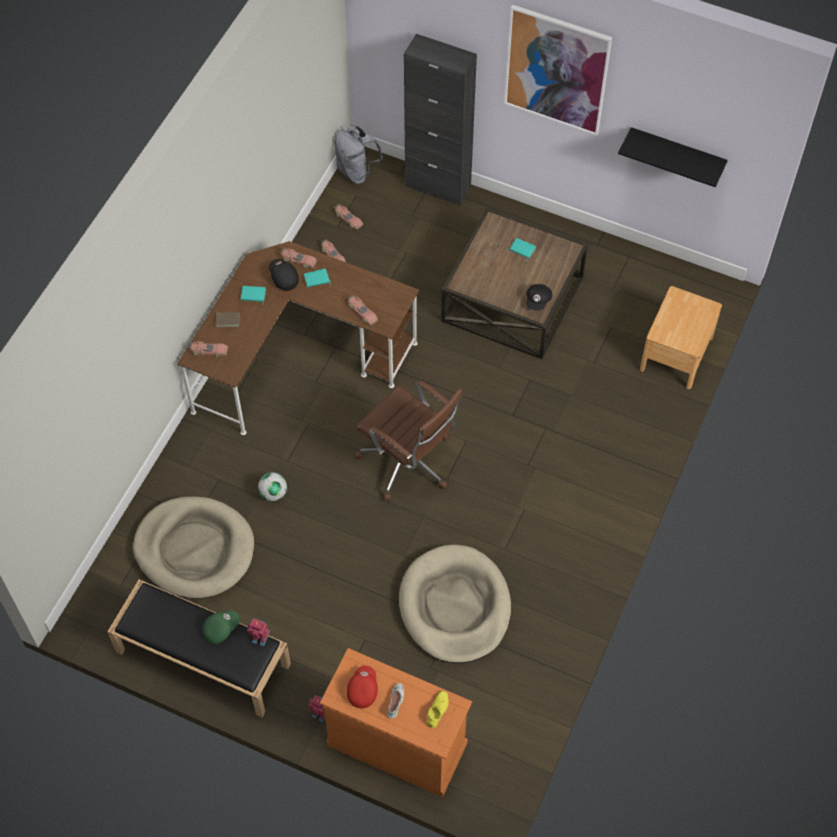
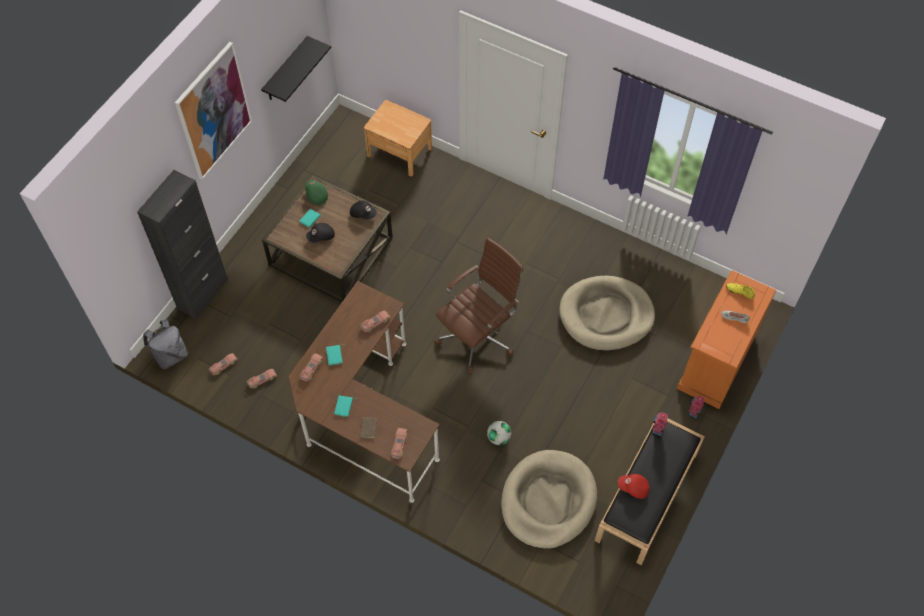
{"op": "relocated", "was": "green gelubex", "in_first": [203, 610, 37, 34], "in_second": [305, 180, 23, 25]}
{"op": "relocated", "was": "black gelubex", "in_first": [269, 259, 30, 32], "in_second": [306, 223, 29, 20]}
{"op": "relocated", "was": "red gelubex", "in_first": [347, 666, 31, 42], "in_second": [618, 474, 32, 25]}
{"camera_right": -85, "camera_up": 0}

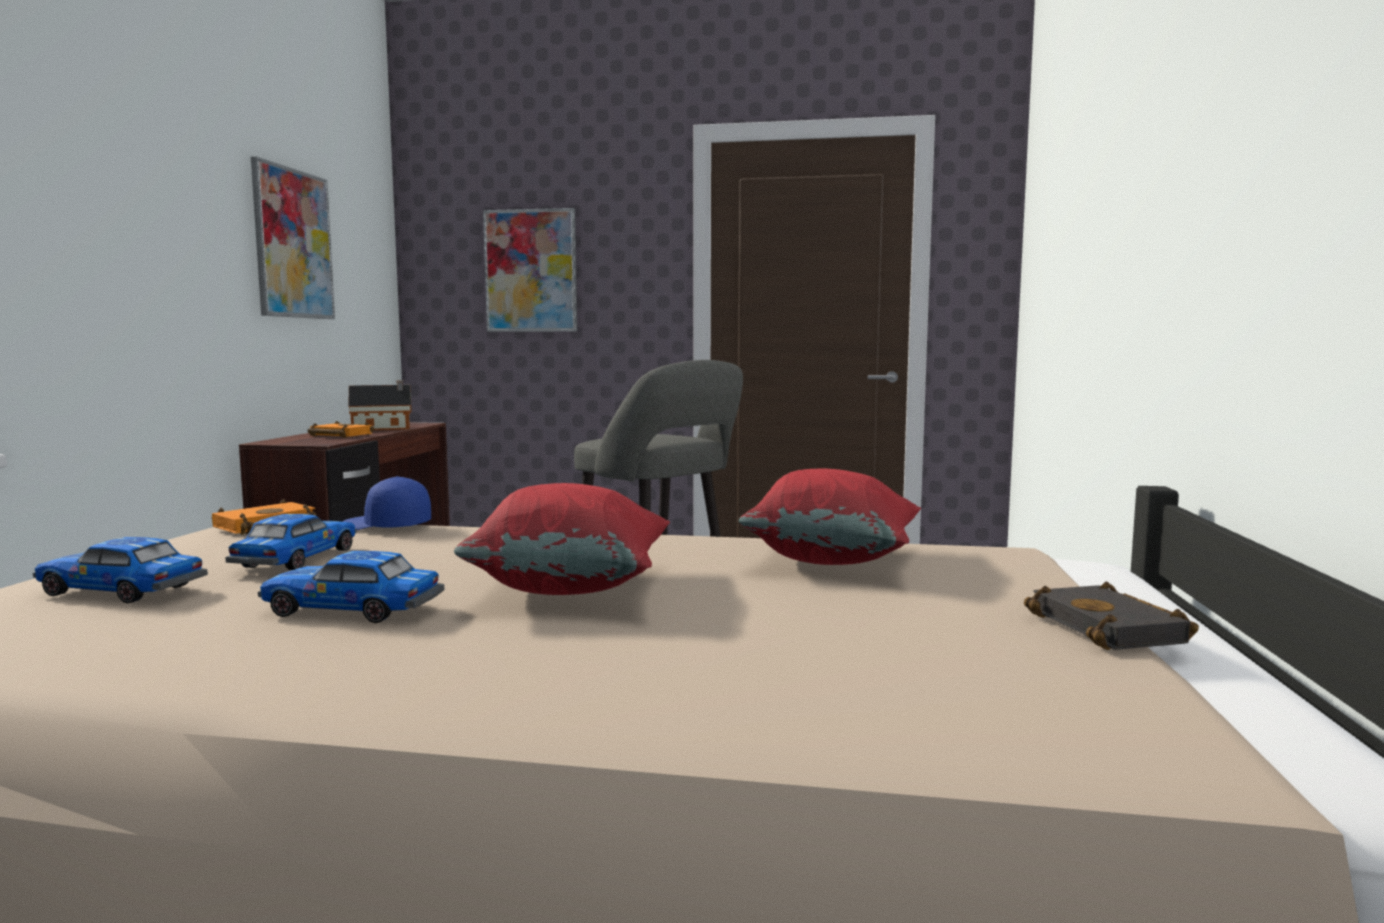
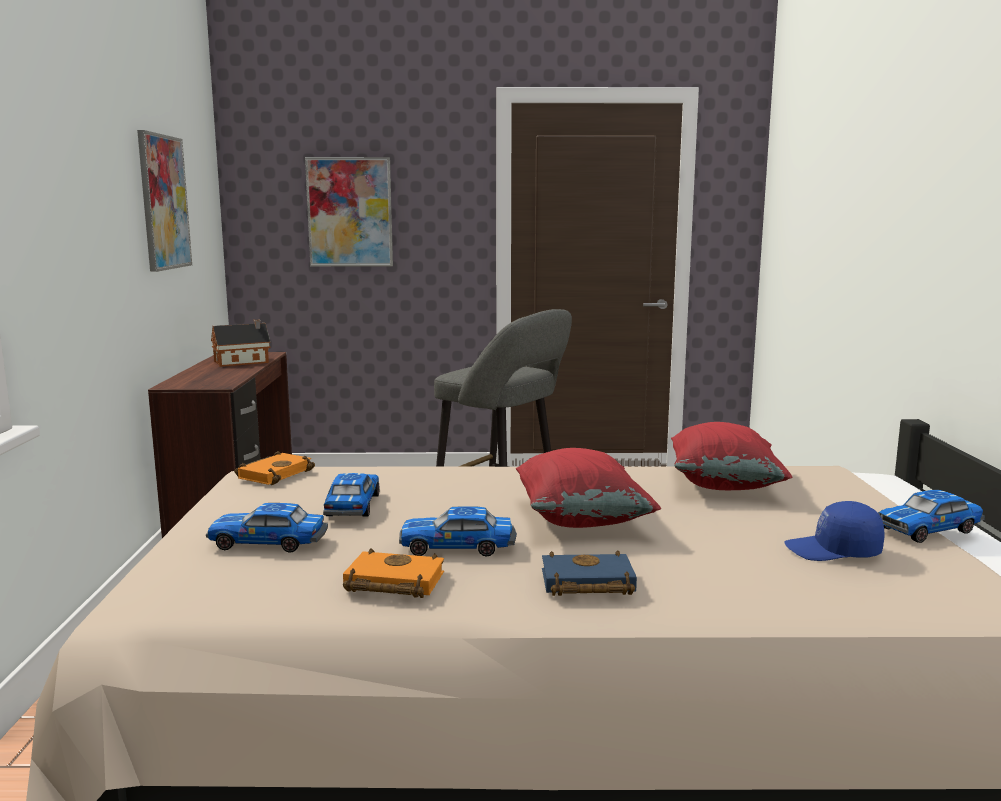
{"op": "appeared", "now": "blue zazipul", "in_second": [542, 550, 95, 46]}
{"op": "relocated", "was": "orange zazipul", "in_first": [307, 421, 67, 17], "in_second": [343, 548, 101, 50]}
{"op": "relocated", "was": "blue gelubex", "in_first": [343, 476, 88, 54], "in_second": [784, 501, 101, 60]}
{"op": "exchanged", "was": "black zazipul", "now": "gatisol", "in_first": [1024, 582, 175, 68], "in_second": [878, 490, 107, 53]}
{"camera_right": -10, "camera_up": 5}

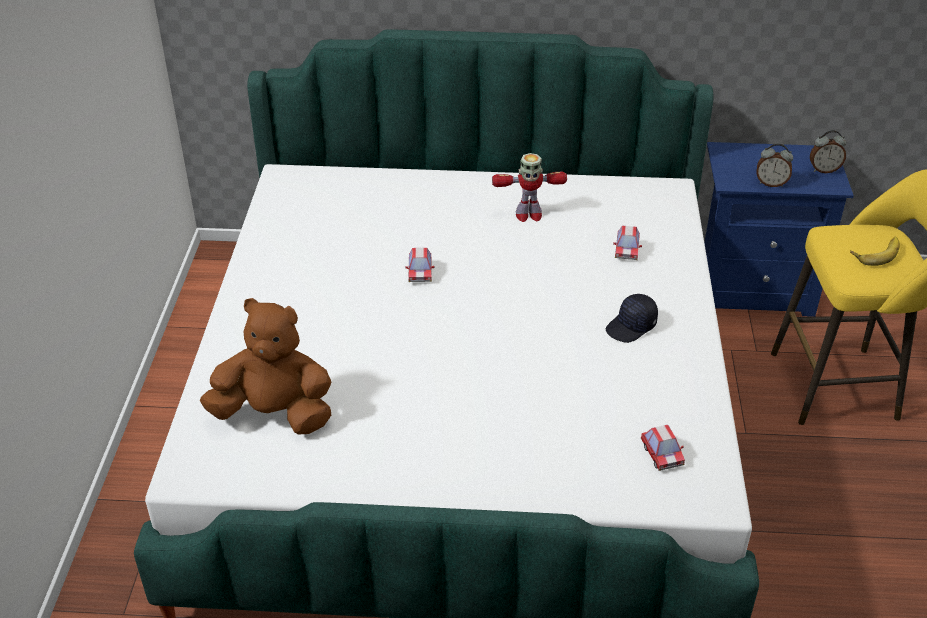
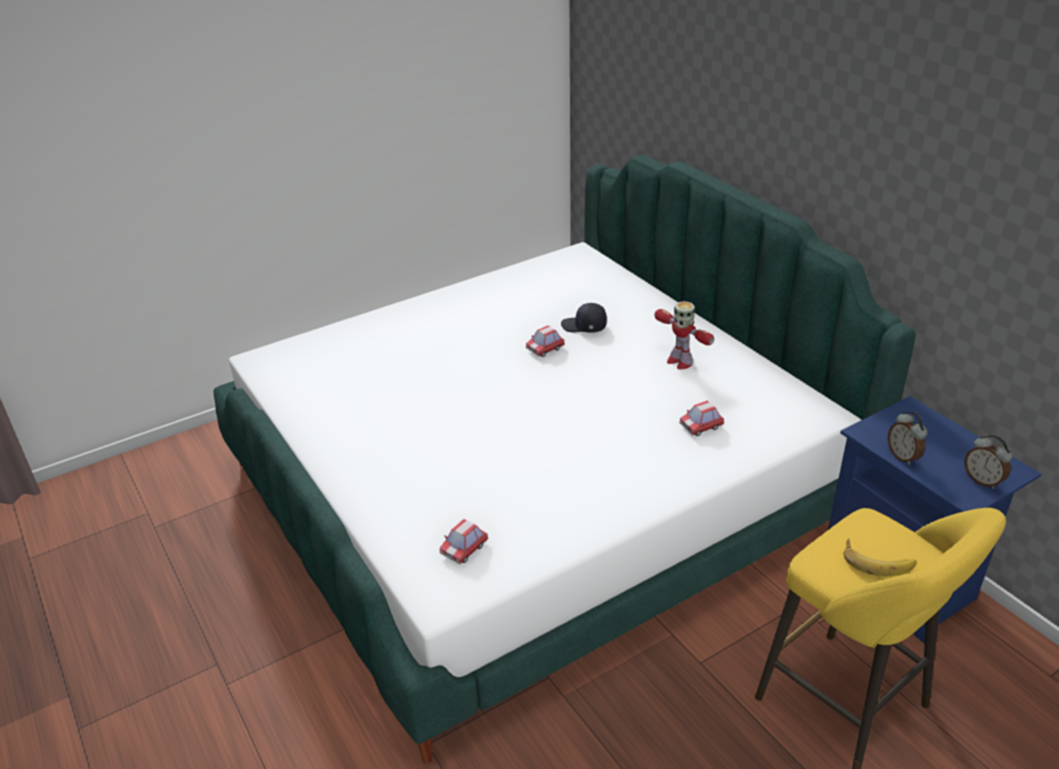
{"op": "missing", "was": "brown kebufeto", "in_first": [200, 298, 131, 137]}
{"op": "relocated", "was": "black gelubex", "in_first": [606, 294, 52, 49], "in_second": [561, 303, 46, 30]}
{"camera_right": 55, "camera_up": -5}

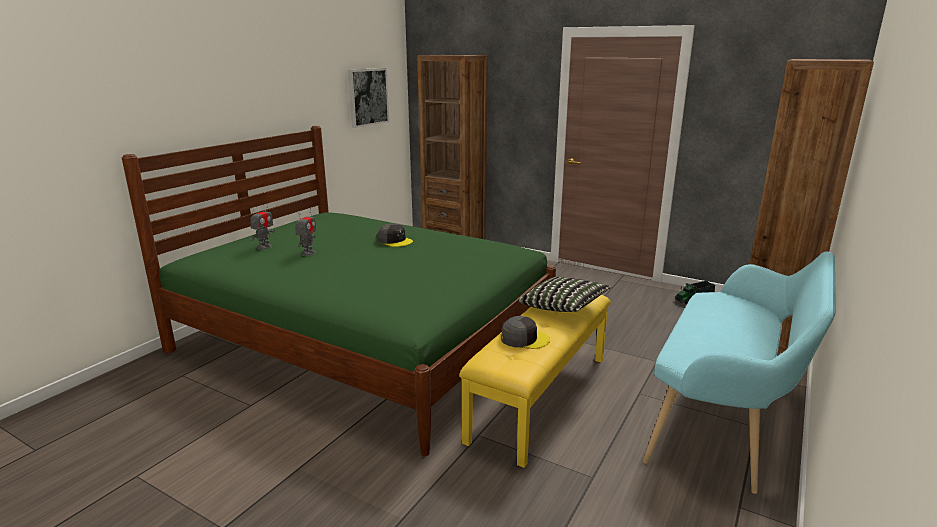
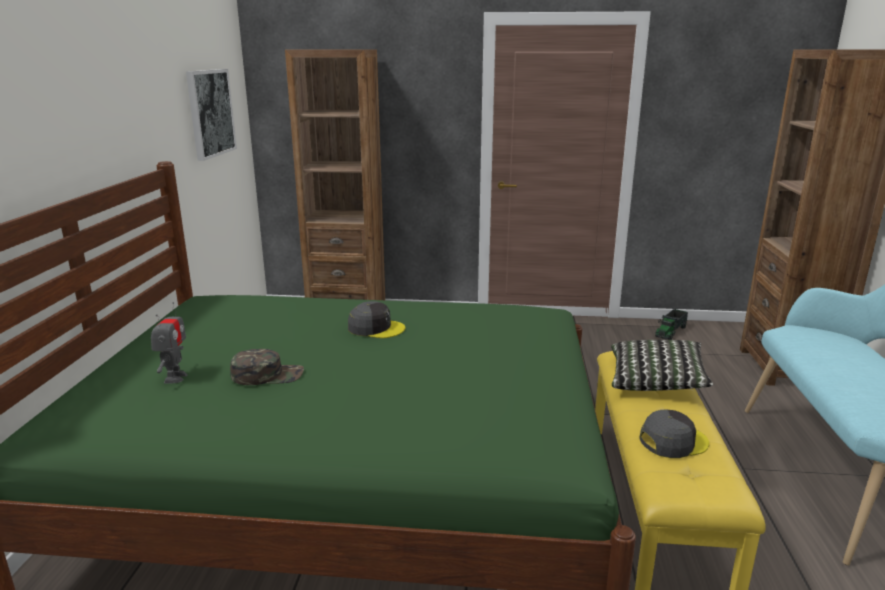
{"op": "exchanged", "was": "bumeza", "now": "green gelubex", "in_first": [295, 208, 21, 48], "in_second": [230, 349, 74, 36]}
{"camera_right": -25, "camera_up": 0}

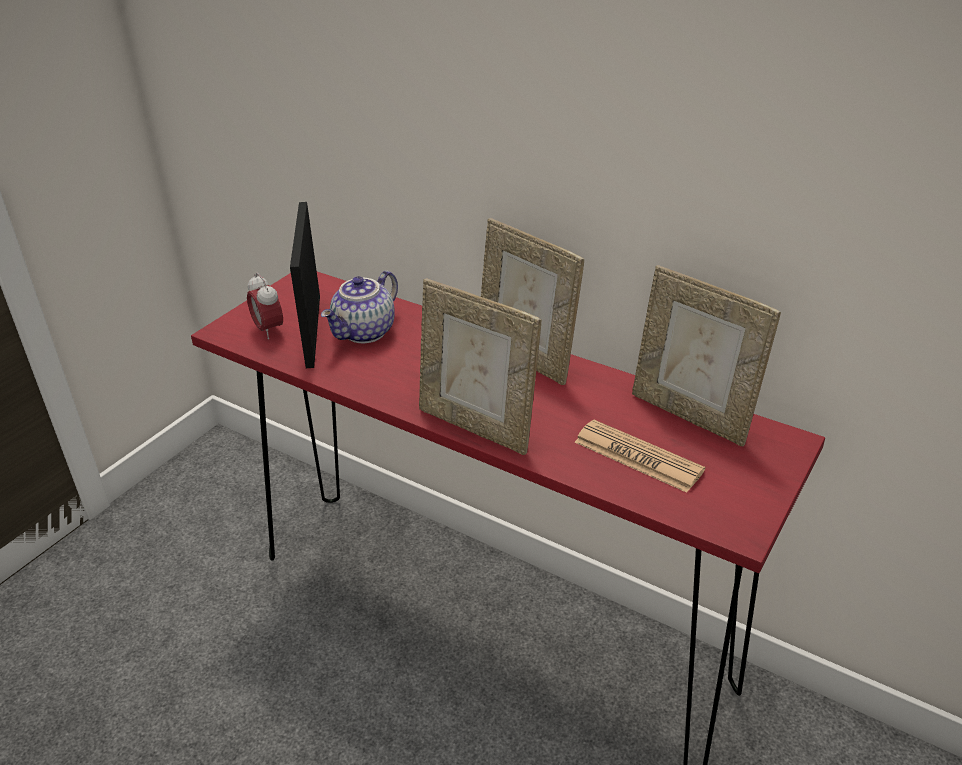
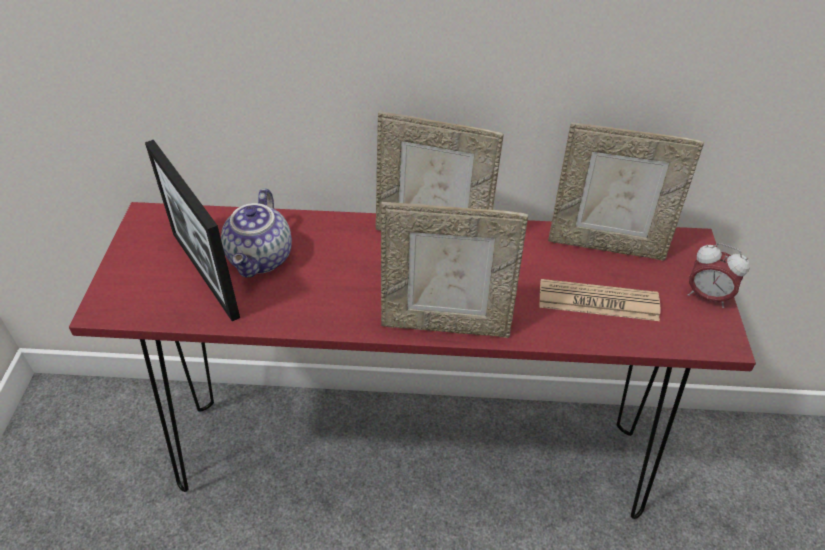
{"op": "relocated", "was": "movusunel", "in_first": [247, 273, 36, 67], "in_second": [688, 243, 62, 65]}
{"camera_right": -30, "camera_up": 10}

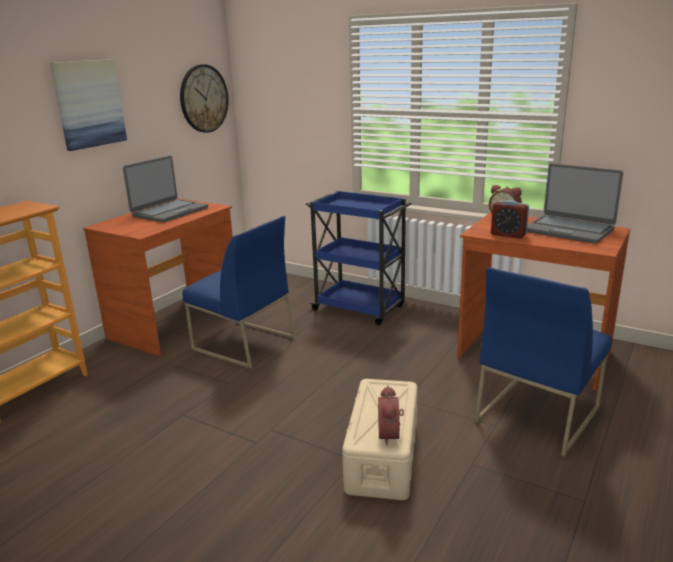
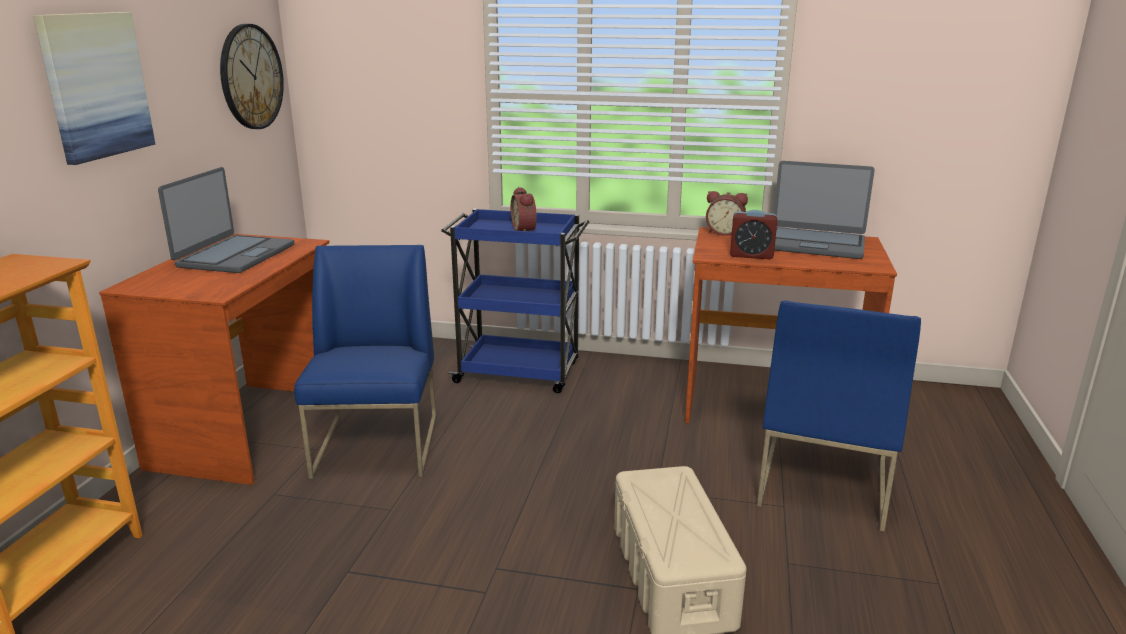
{"op": "relocated", "was": "movusunel", "in_first": [378, 386, 26, 59], "in_second": [511, 187, 26, 44]}
{"op": "spun", "was": "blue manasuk", "in_first": [182, 216, 113, 153], "in_second": [294, 245, 142, 234], "clockwise": -105}
{"camera_right": -20, "camera_up": 0}

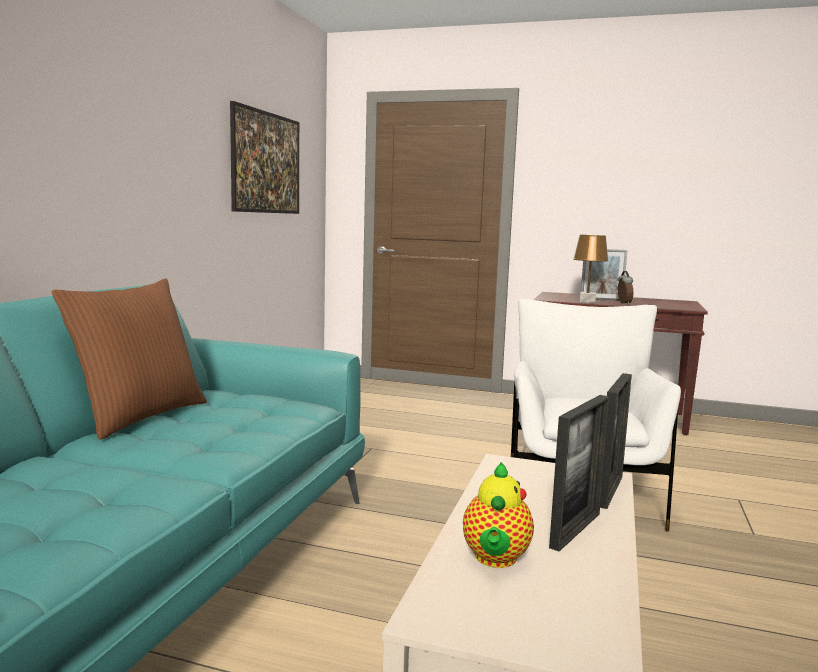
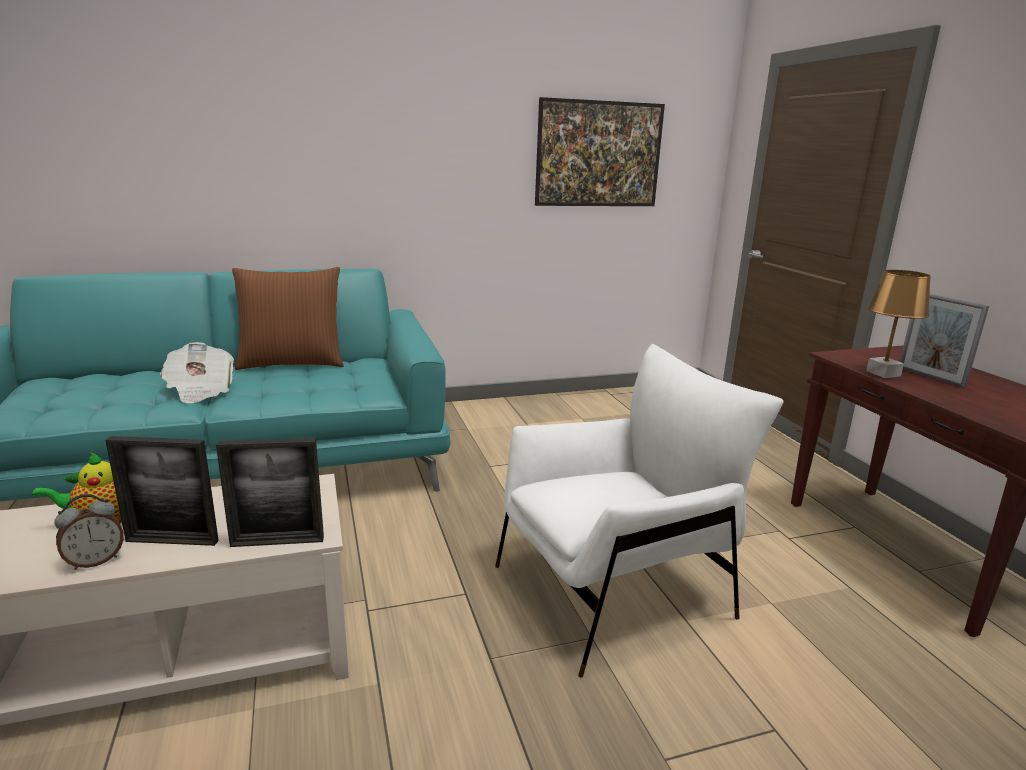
{"op": "appeared", "now": "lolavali", "in_second": [160, 342, 74, 62]}
{"op": "relocated", "was": "movusunel", "in_first": [618, 271, 16, 34], "in_second": [54, 494, 70, 76]}
{"camera_right": 55, "camera_up": 10}

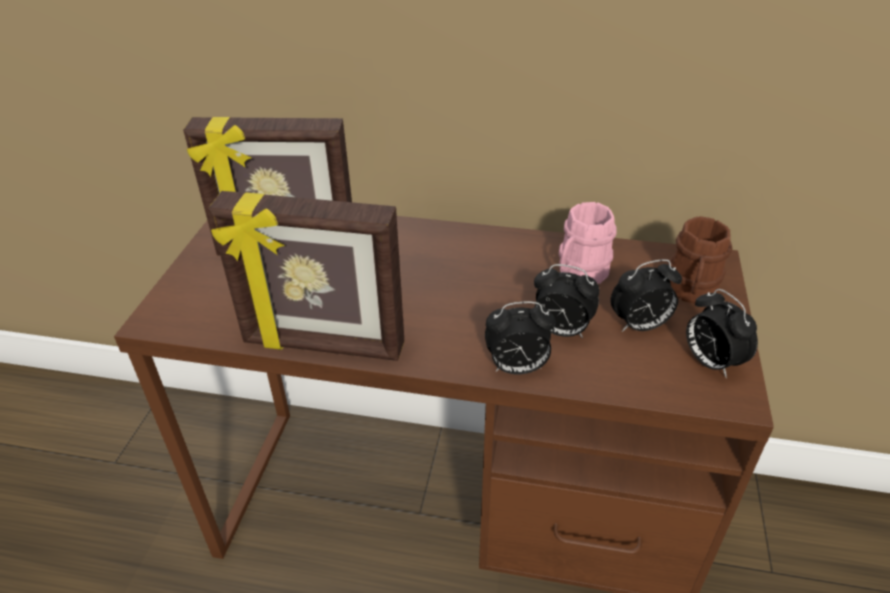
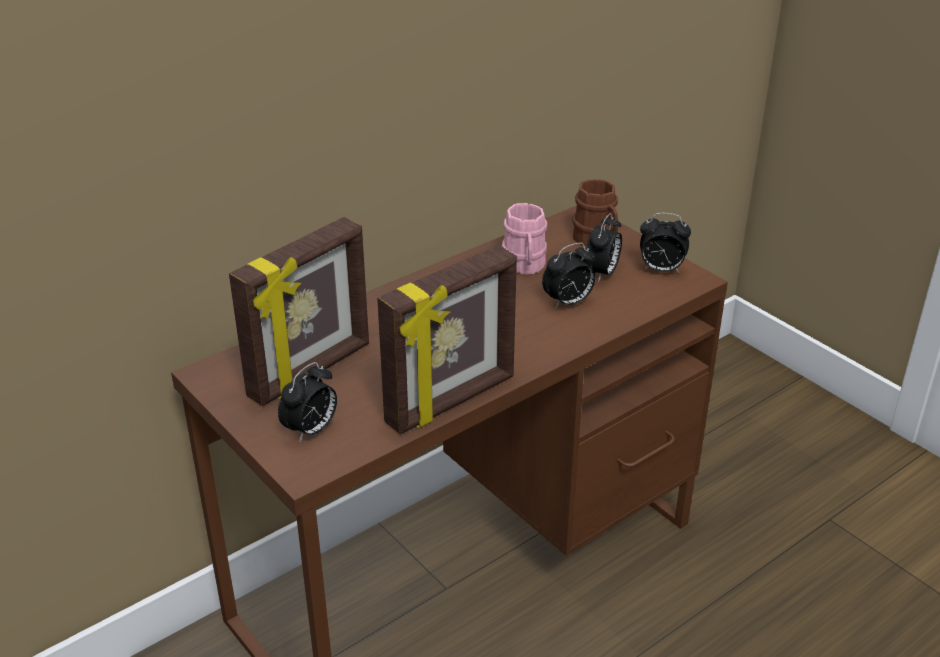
{"op": "relocated", "was": "movusunel", "in_first": [485, 301, 71, 74], "in_second": [278, 362, 59, 80]}
{"camera_right": -50, "camera_up": -5}

